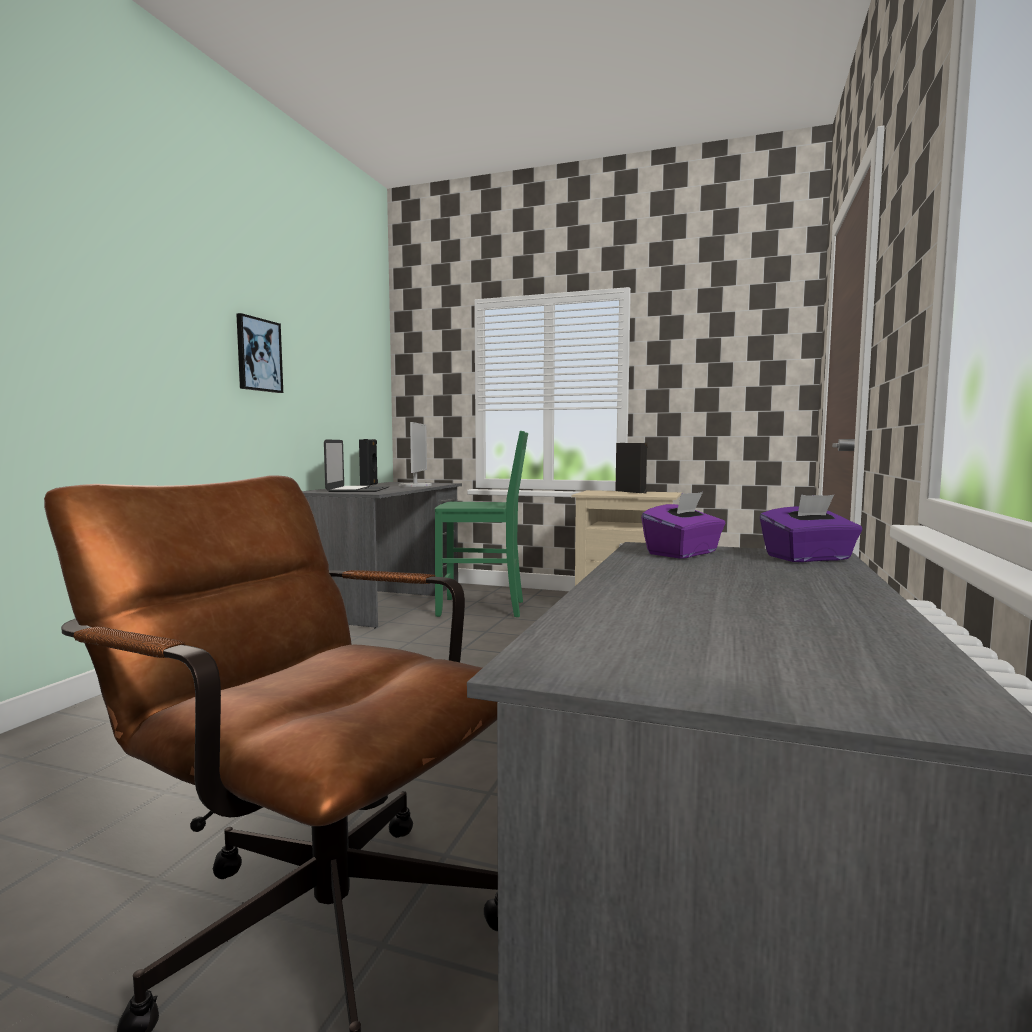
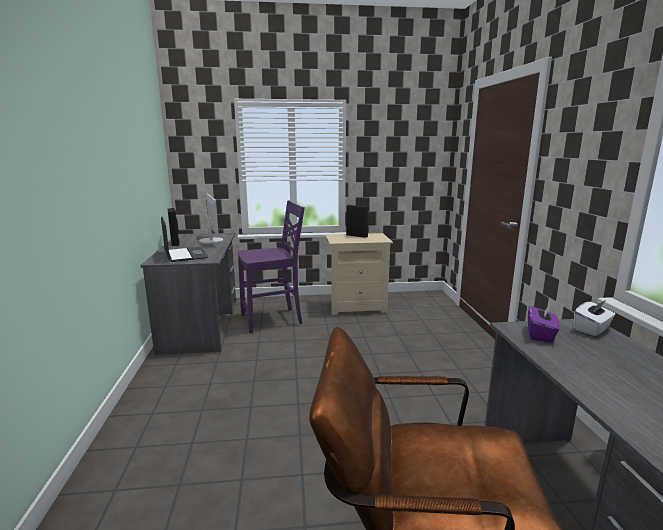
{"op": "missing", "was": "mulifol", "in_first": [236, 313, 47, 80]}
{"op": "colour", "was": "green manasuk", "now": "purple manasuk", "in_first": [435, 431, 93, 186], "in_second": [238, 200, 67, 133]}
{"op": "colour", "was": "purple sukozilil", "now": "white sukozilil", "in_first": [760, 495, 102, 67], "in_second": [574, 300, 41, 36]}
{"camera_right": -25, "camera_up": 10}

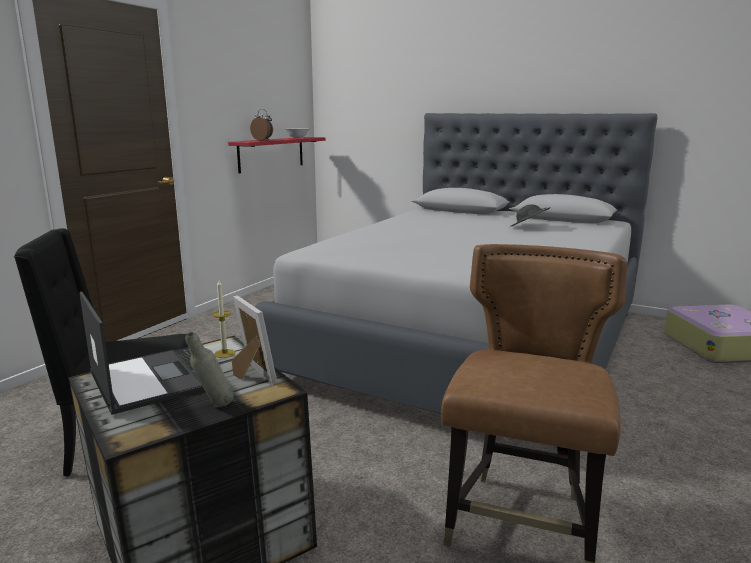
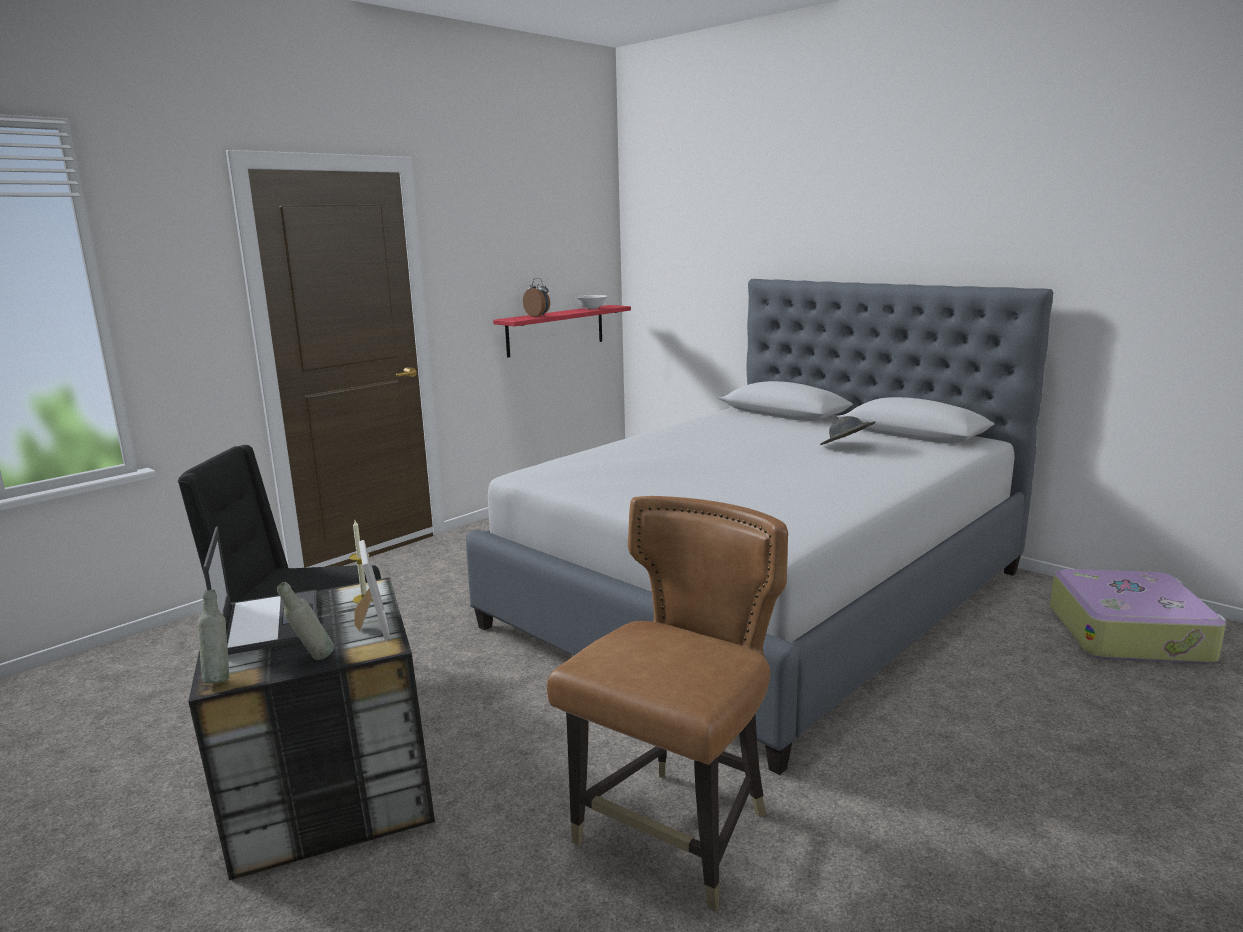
{"op": "appeared", "now": "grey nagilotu", "in_second": [198, 590, 31, 94]}
{"camera_right": 15, "camera_up": 0}

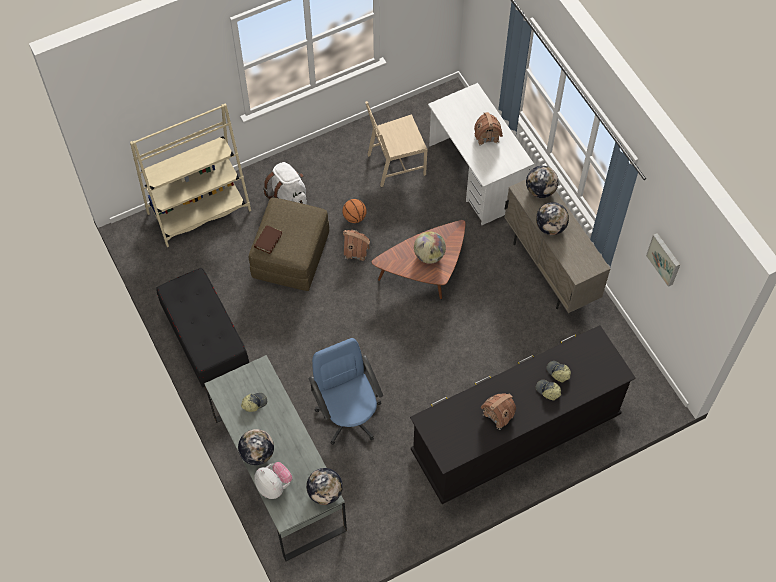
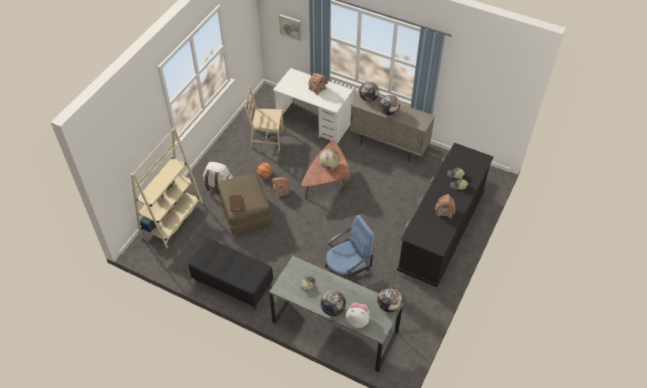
{"op": "relocated", "was": "mulifol", "in_first": [646, 233, 35, 54], "in_second": [279, 14, 22, 27]}
{"op": "spun", "was": "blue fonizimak", "in_first": [309, 338, 74, 107], "in_second": [325, 215, 49, 68], "clockwise": 120}
{"op": "spun", "was": "beige manasuk", "in_first": [365, 101, 62, 86], "in_second": [244, 87, 40, 64], "clockwise": 60}
{"camera_right": -35, "camera_up": -10}

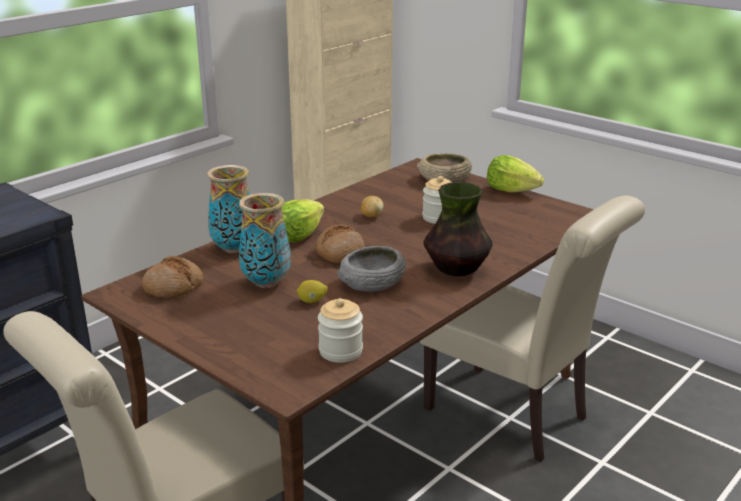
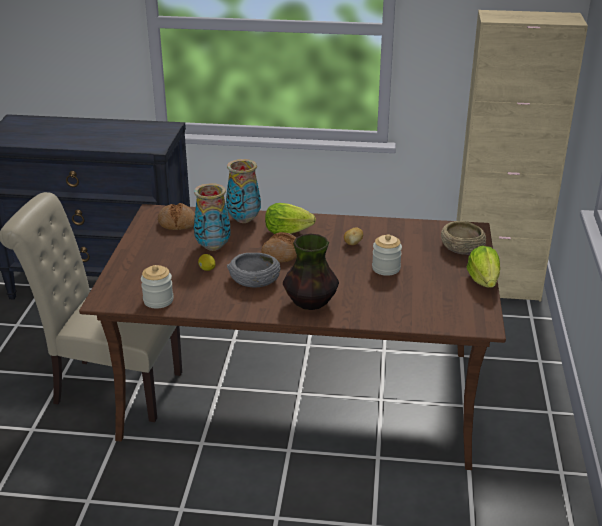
{"op": "missing", "was": "beige manasuk", "in_first": [420, 196, 225, 266]}
{"camera_right": 55, "camera_up": 5}

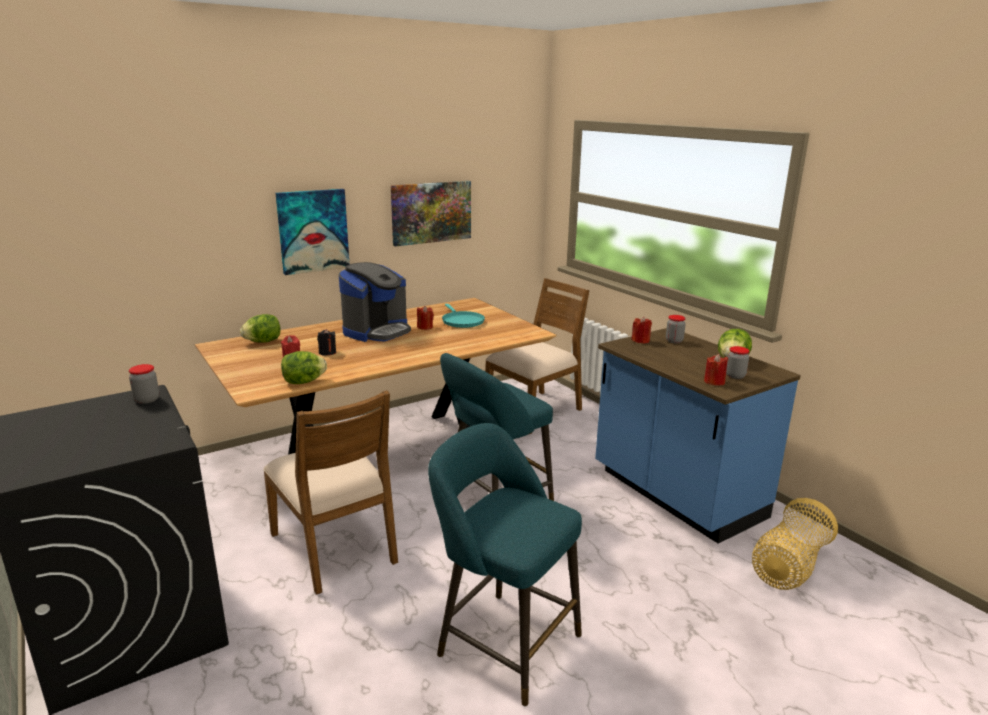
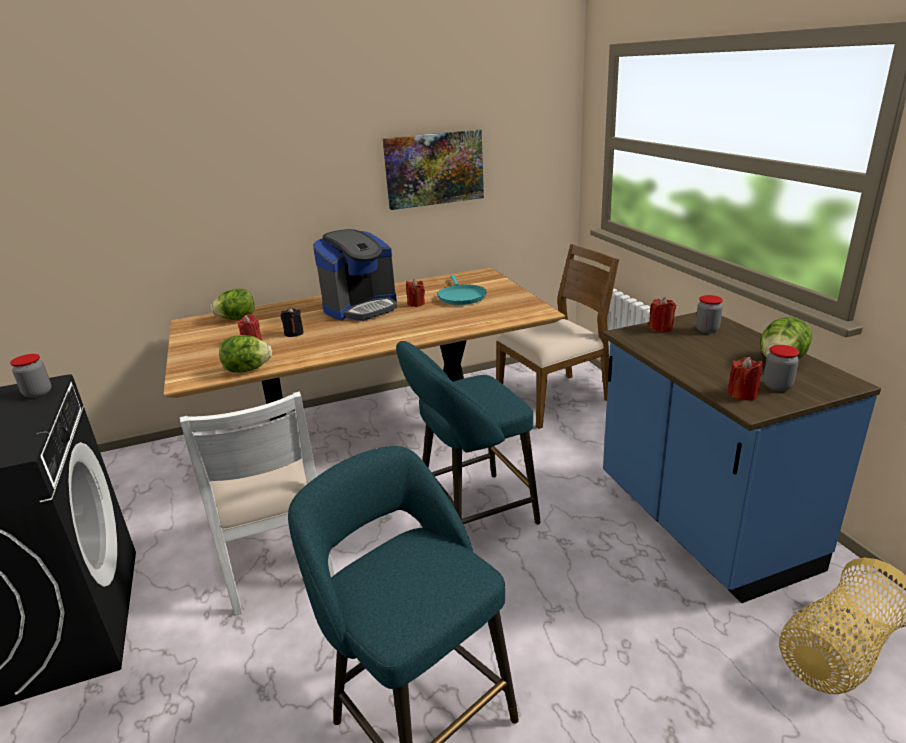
{"op": "missing", "was": "mulifol", "in_first": [275, 189, 74, 86]}
{"op": "colour", "was": "brown manasuk", "now": "white manasuk", "in_first": [263, 390, 135, 205], "in_second": [180, 392, 154, 224]}
{"camera_right": 15, "camera_up": 5}

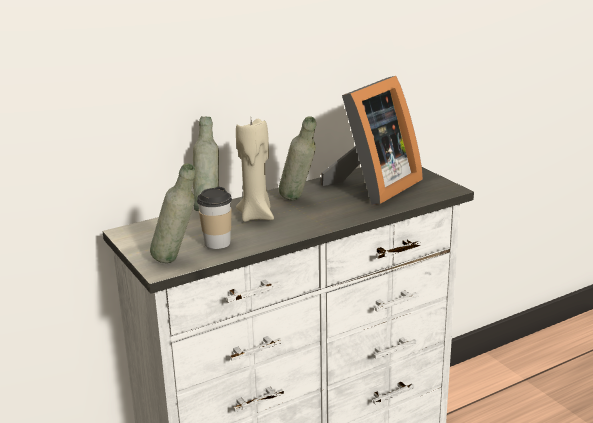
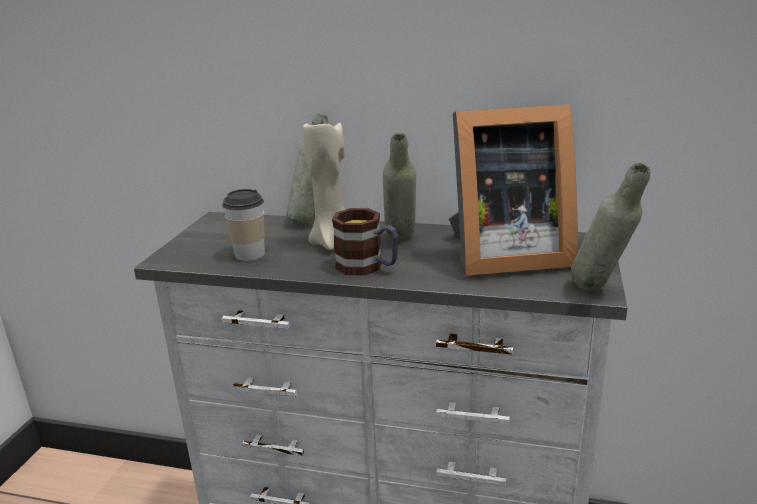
{"op": "appeared", "now": "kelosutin", "in_second": [332, 208, 66, 68]}
{"op": "relocated", "was": "grey nagilotu", "in_first": [150, 163, 45, 100], "in_second": [570, 163, 80, 128]}
{"camera_right": 45, "camera_up": 0}

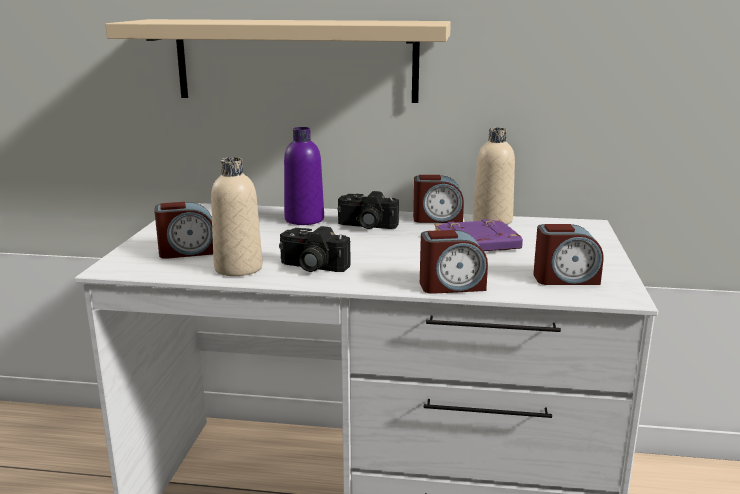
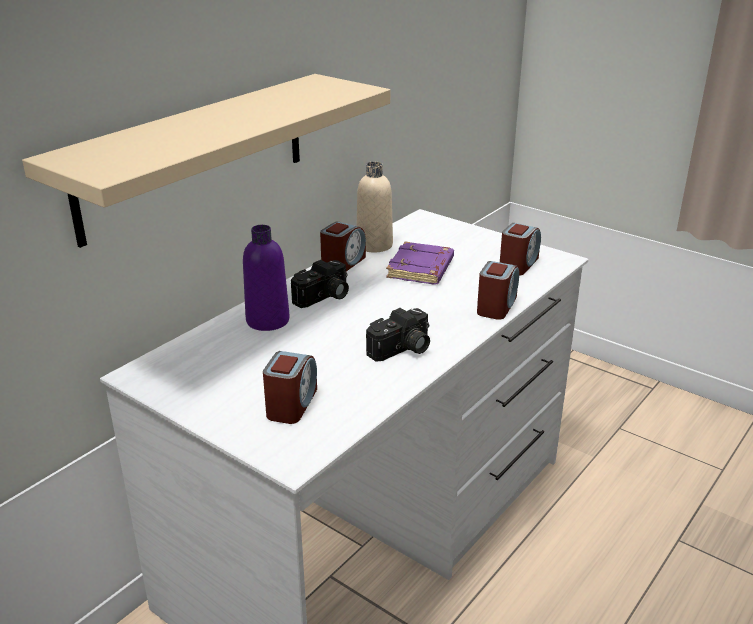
{"op": "missing", "was": "beige nagilotu", "in_first": [211, 157, 52, 119]}
{"camera_right": -60, "camera_up": 10}

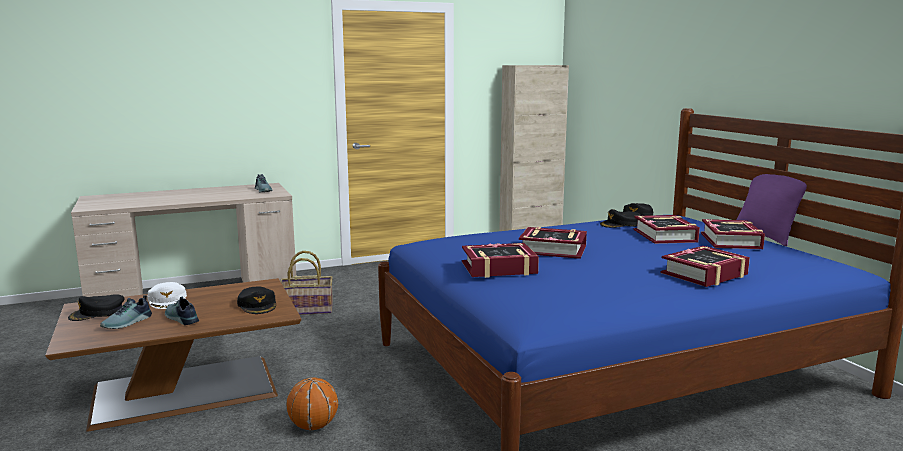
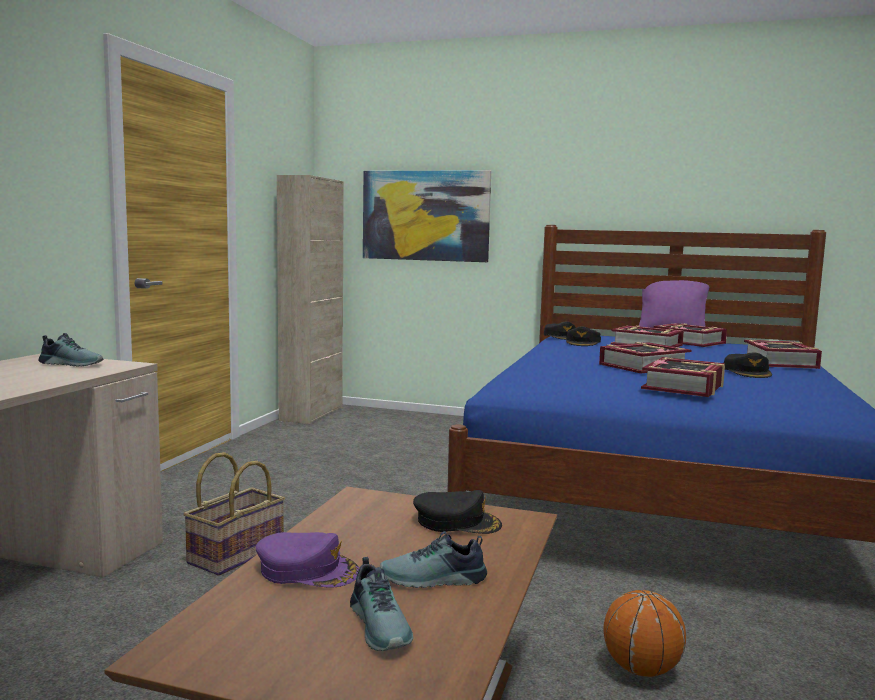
{"op": "appeared", "now": "mulifol", "in_second": [363, 170, 128, 92]}
{"op": "relocated", "was": "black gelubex", "in_first": [68, 294, 56, 27], "in_second": [723, 353, 49, 25]}
{"op": "colour", "was": "white gelubex", "now": "purple gelubex", "in_first": [147, 282, 40, 27], "in_second": [256, 532, 103, 55]}
{"camera_right": -50, "camera_up": -5}

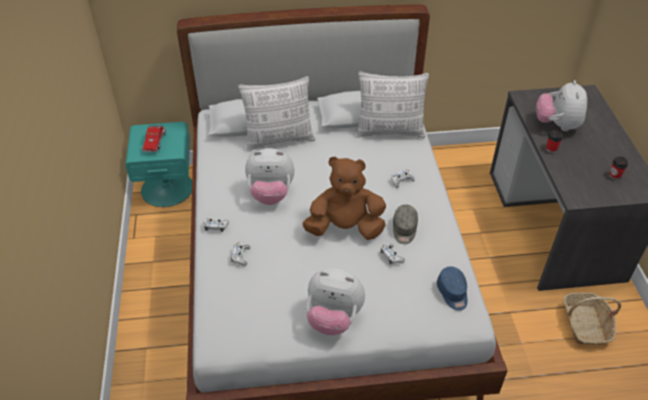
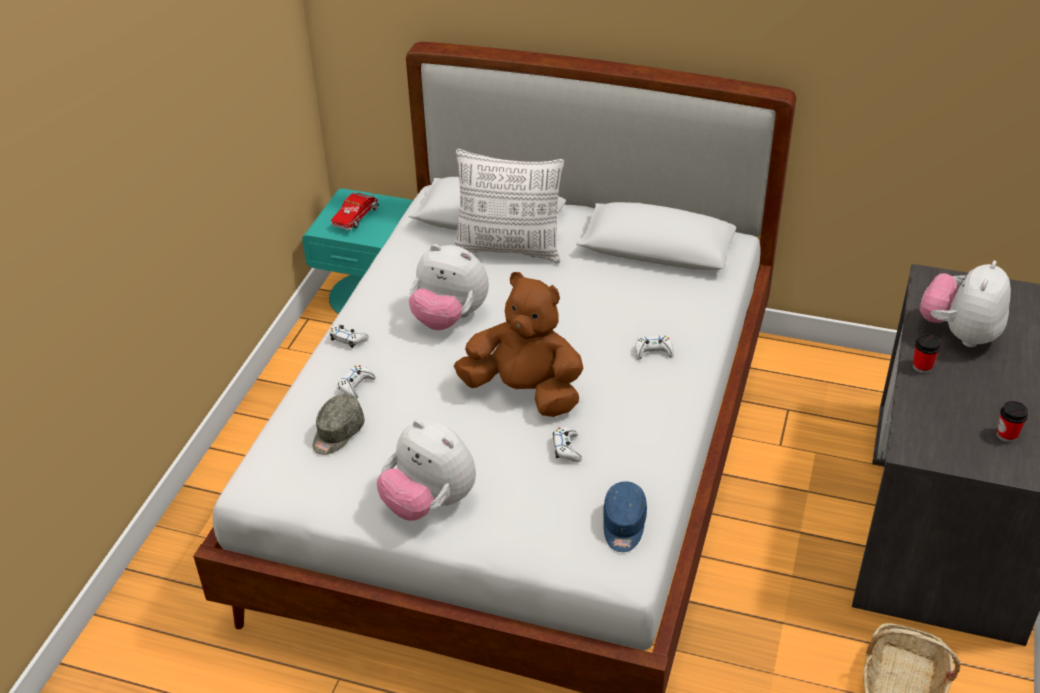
{"op": "missing", "was": "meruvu", "in_first": [356, 71, 73, 67]}
{"op": "relocated", "was": "grey gelubex", "in_first": [393, 205, 25, 39], "in_second": [313, 394, 52, 61]}
{"camera_right": 25, "camera_up": -5}

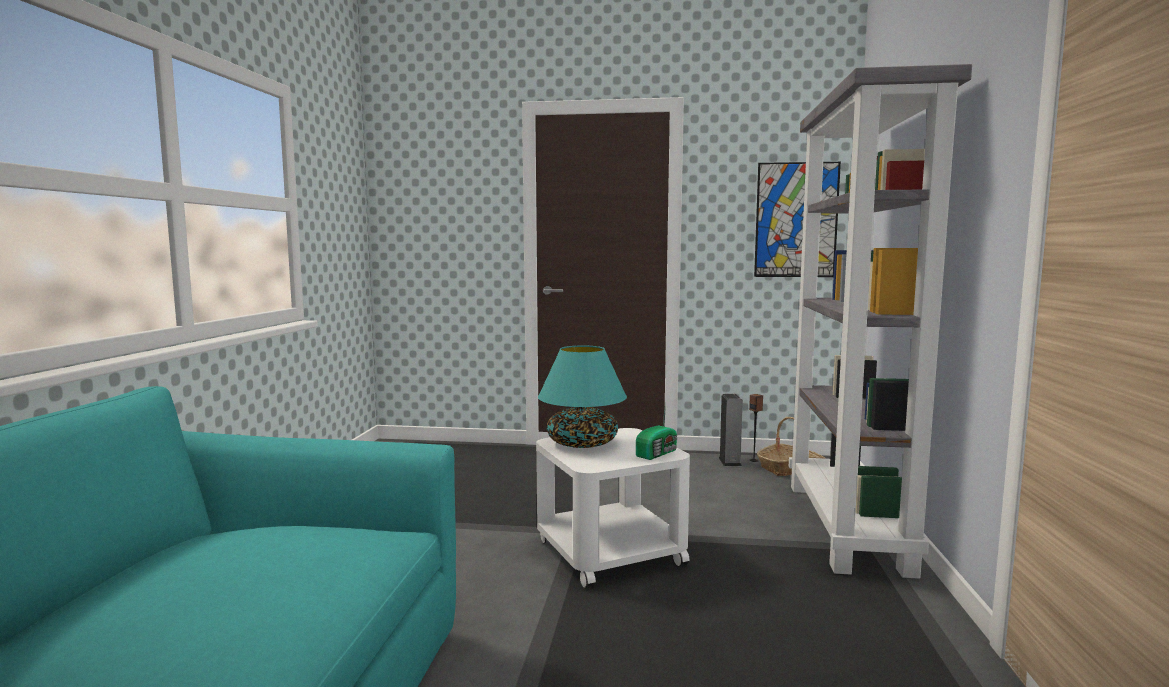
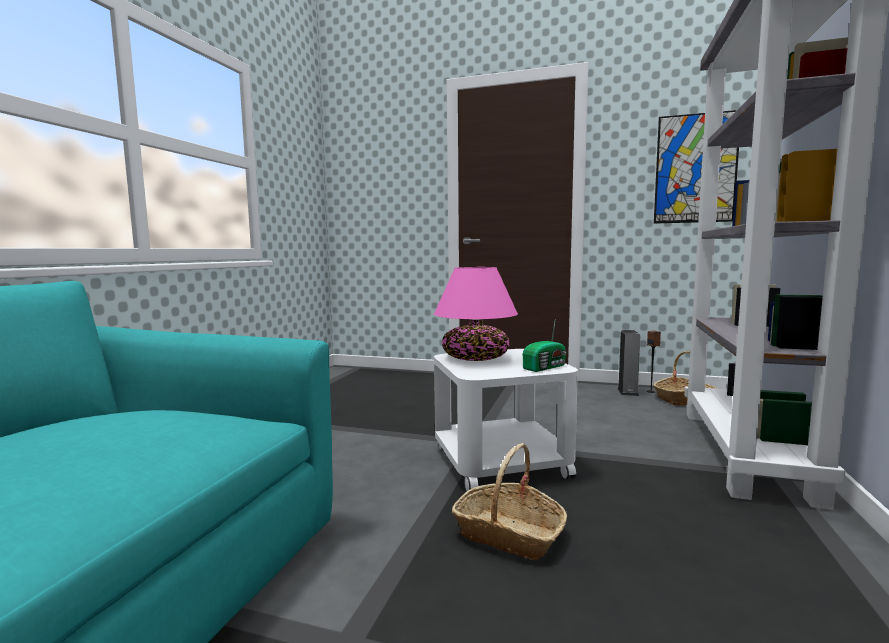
{"op": "appeared", "now": "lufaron", "in_second": [452, 443, 115, 117]}
{"op": "colour", "was": "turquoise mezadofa", "now": "pink mezadofa", "in_first": [538, 345, 89, 103], "in_second": [434, 267, 84, 94]}
{"camera_right": 10, "camera_up": 0}

